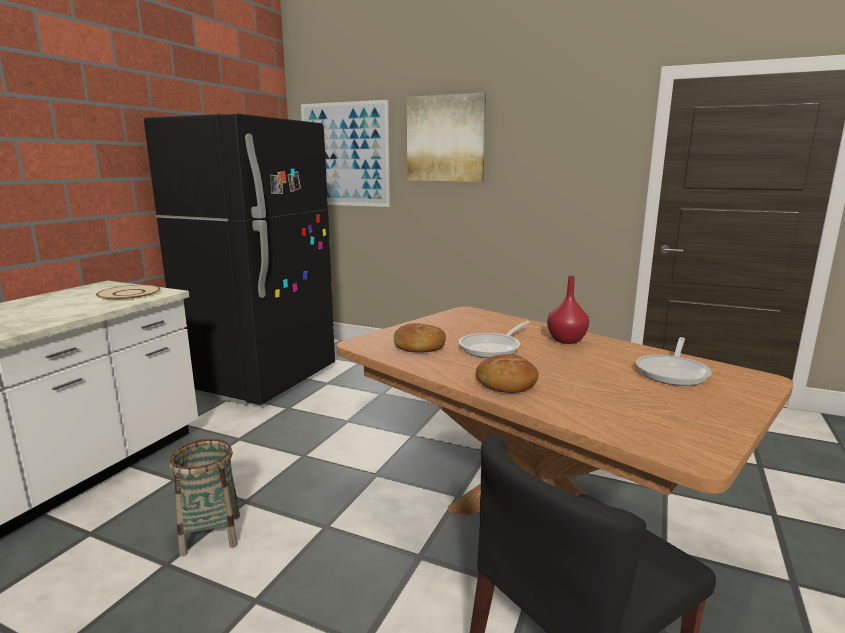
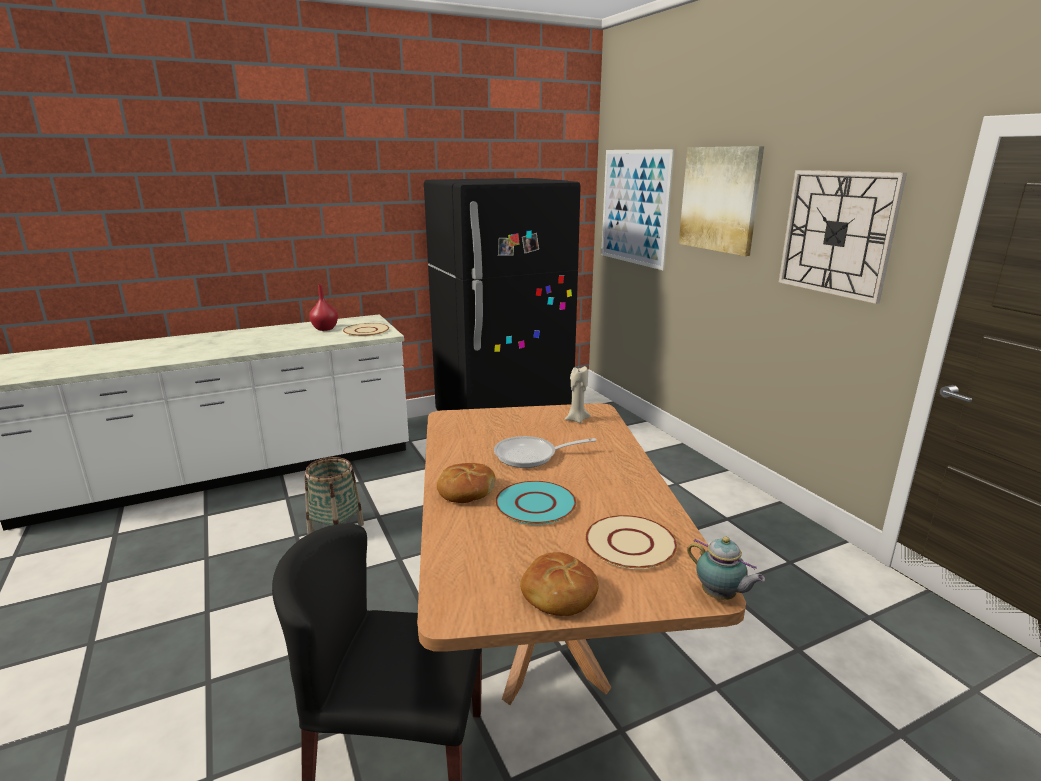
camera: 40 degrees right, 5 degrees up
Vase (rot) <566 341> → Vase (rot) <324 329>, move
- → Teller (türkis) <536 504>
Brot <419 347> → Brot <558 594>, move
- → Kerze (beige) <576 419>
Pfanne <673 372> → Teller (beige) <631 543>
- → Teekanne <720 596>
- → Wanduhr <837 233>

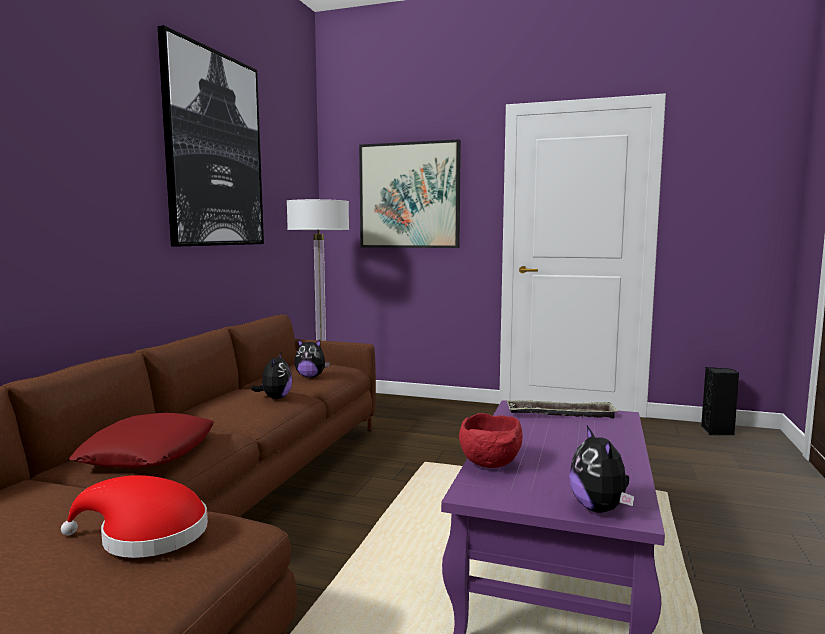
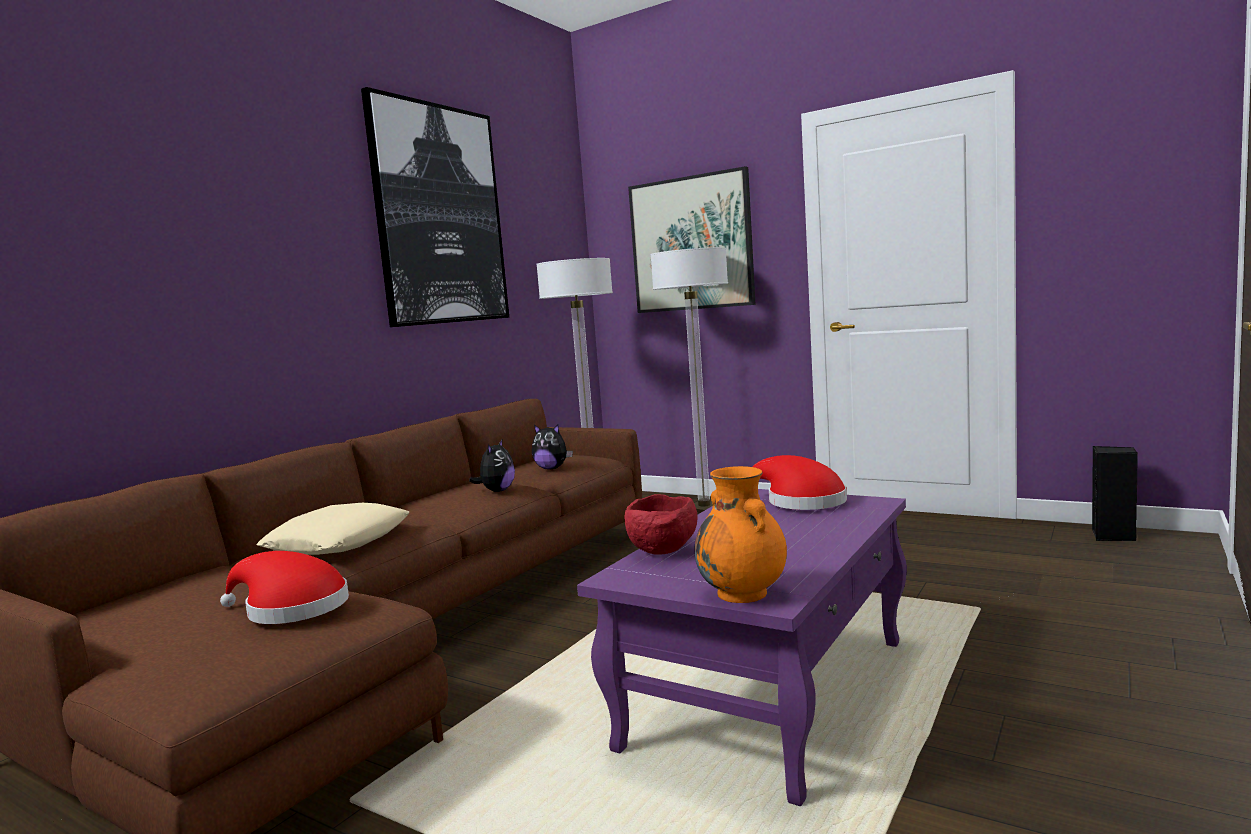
camera: 15 degrees right, 0 degrees up
Kissen (rot) <149 452> → Kissen (beige) <339 541>
- → Stehlampe <704 508>
Plüschtier <600 509> → Vase (orange) <743 594>
Tablett <561 414> → Hut (rot) <800 502>

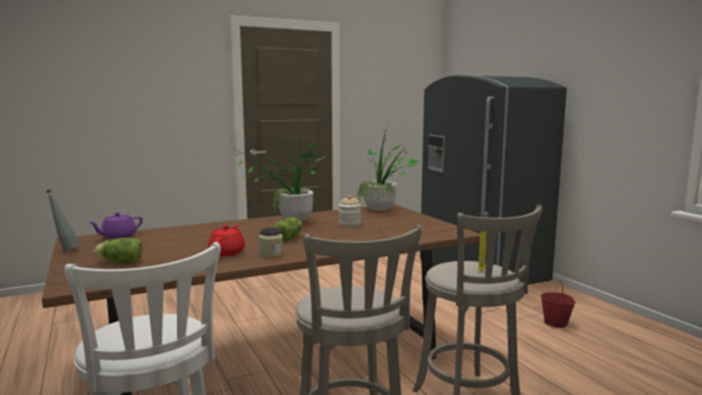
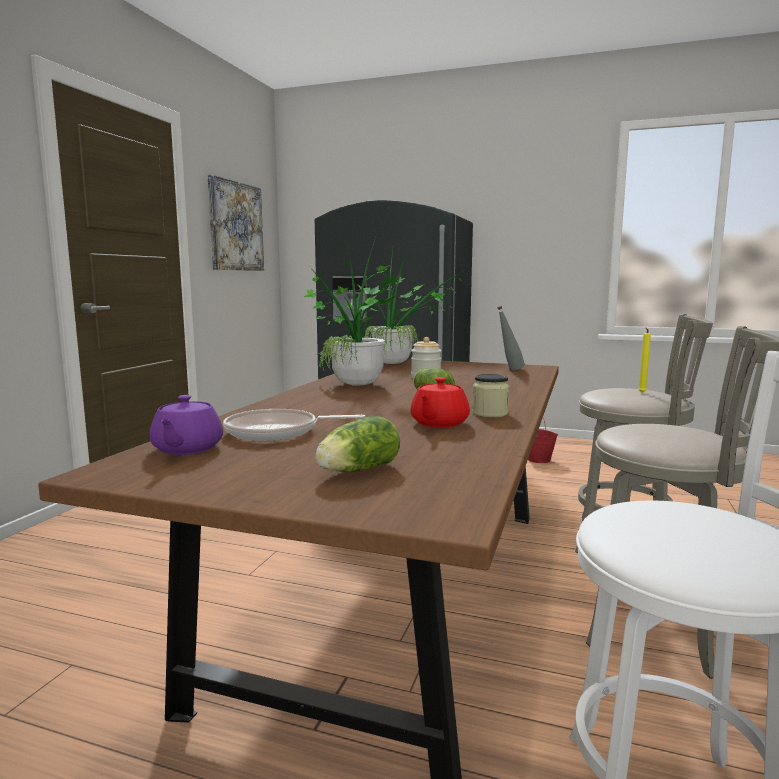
camera: 45 degrees left, 0 degrees up
- → Bild <235 226>
- → Pfanne <277 432>
Teekanne (rot) <227 252> → Teekanne (rot) <438 423>, 120 degrees counterclockwise
Flasche (grau) <65 250> → Flasche (grau) <509 370>, move

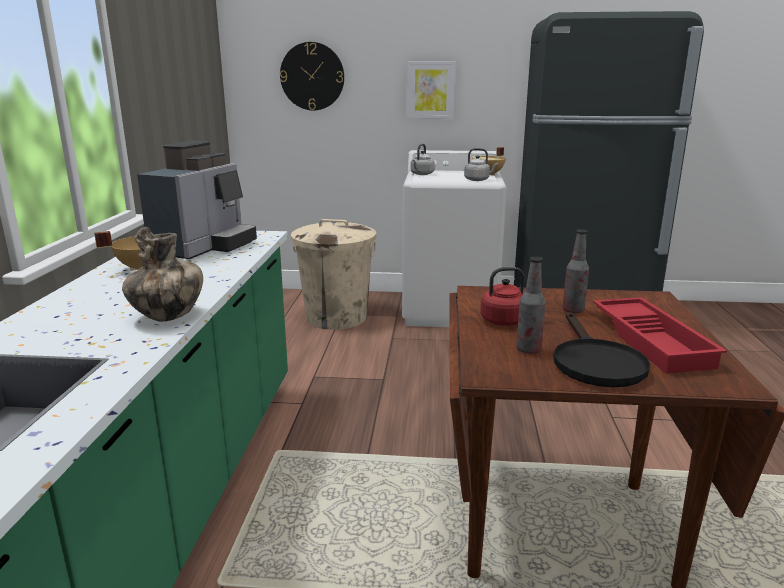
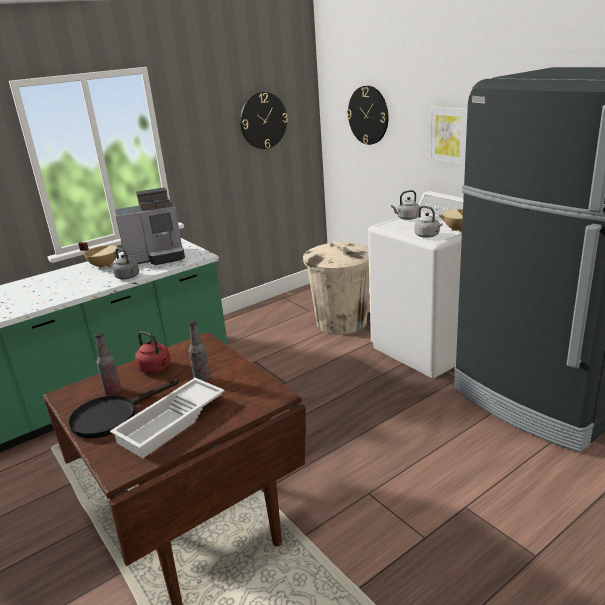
camera: 50 degrees right, 5 degrees up
Tablett (rot) <653 341> → Tablett (weiß) <172 423>
- → Wasserkessel (grau) <128 277>
- → Wanduhr <263 120>
Vase <169 316> → -

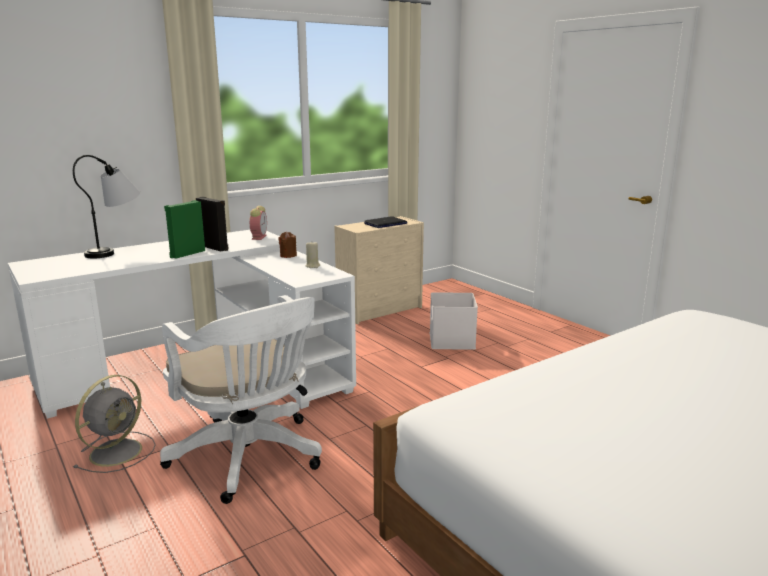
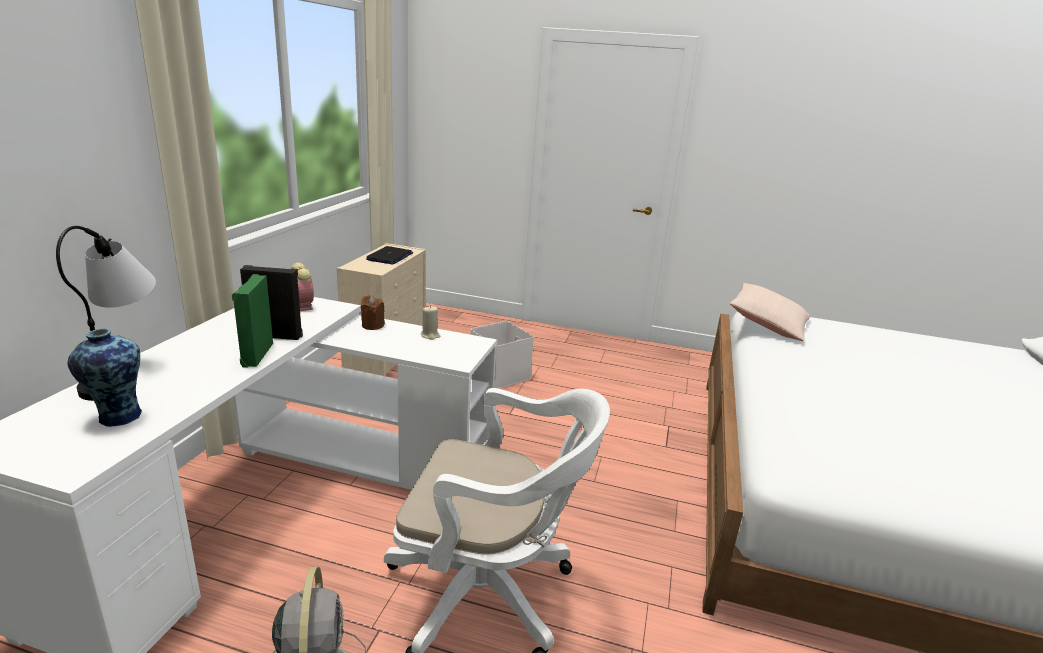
camera: 40 degrees left, 5 degrees up
- → Vase <117 417>
- → Kissen (beige) <767 324>

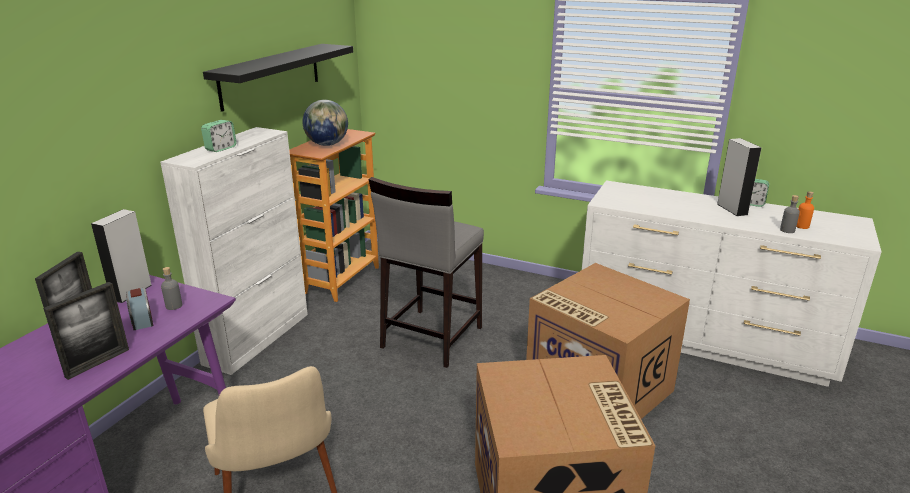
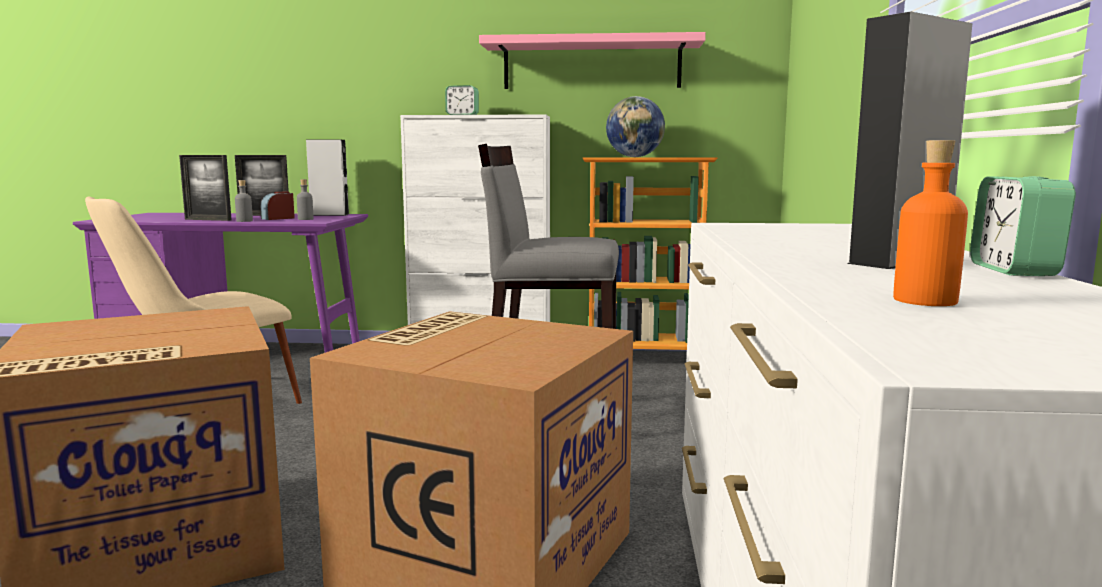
camera: 70 degrees right, 15 degrees down
Flasche (grau) <787 230> → Flasche (grau) <244 221>, move
Wandregal (schwarz) <271 75> → Wandregal (rosa) <592 64>

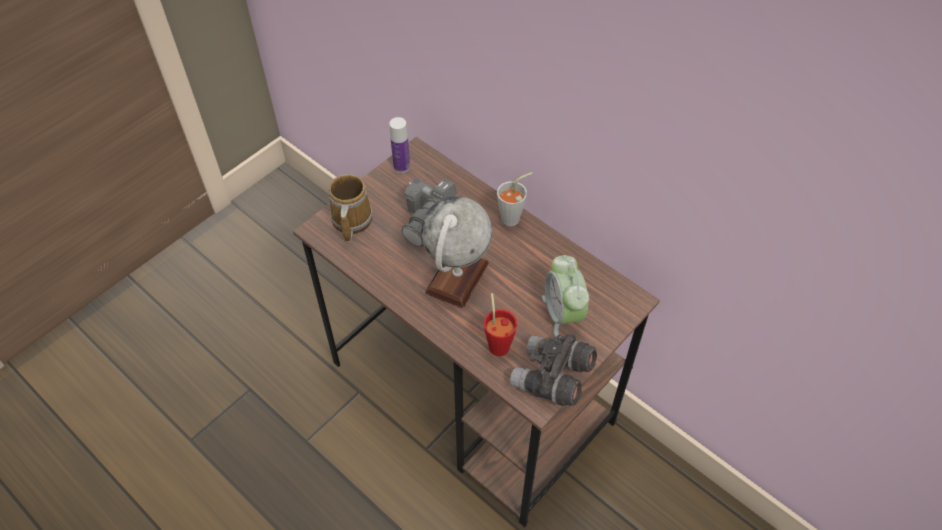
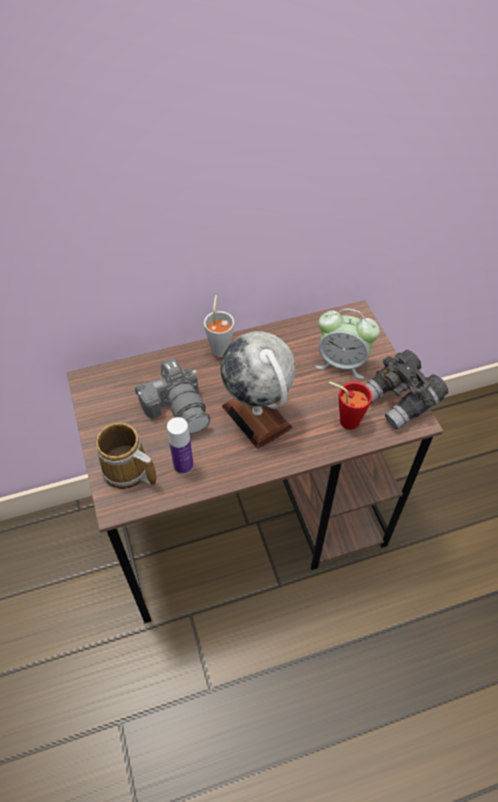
camera: 60 degrees left, 0 degrees up
Flasche <401 166> → Flasche <183 465>, move

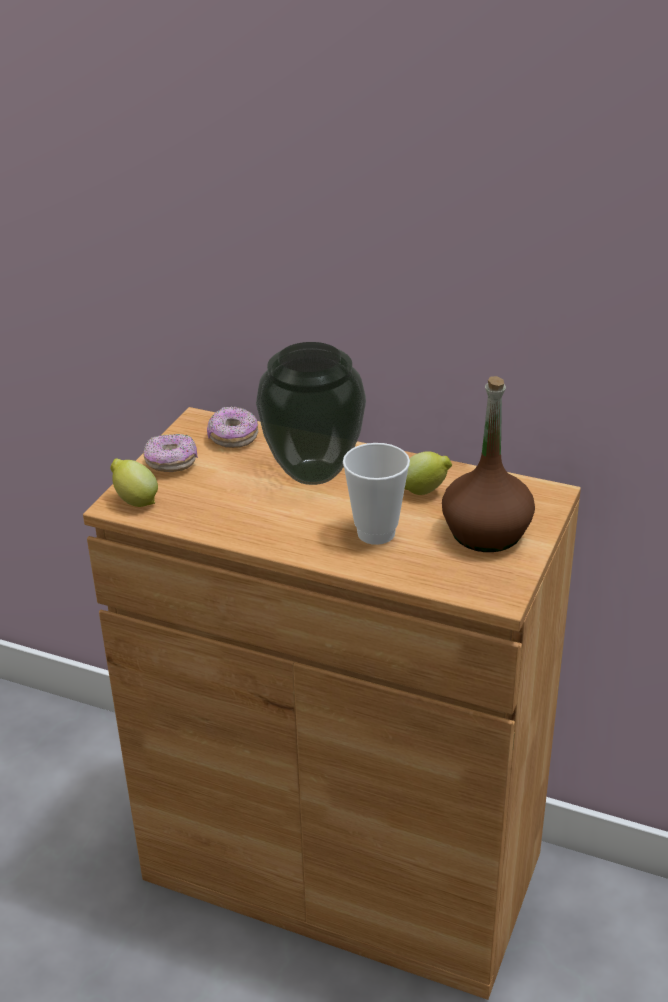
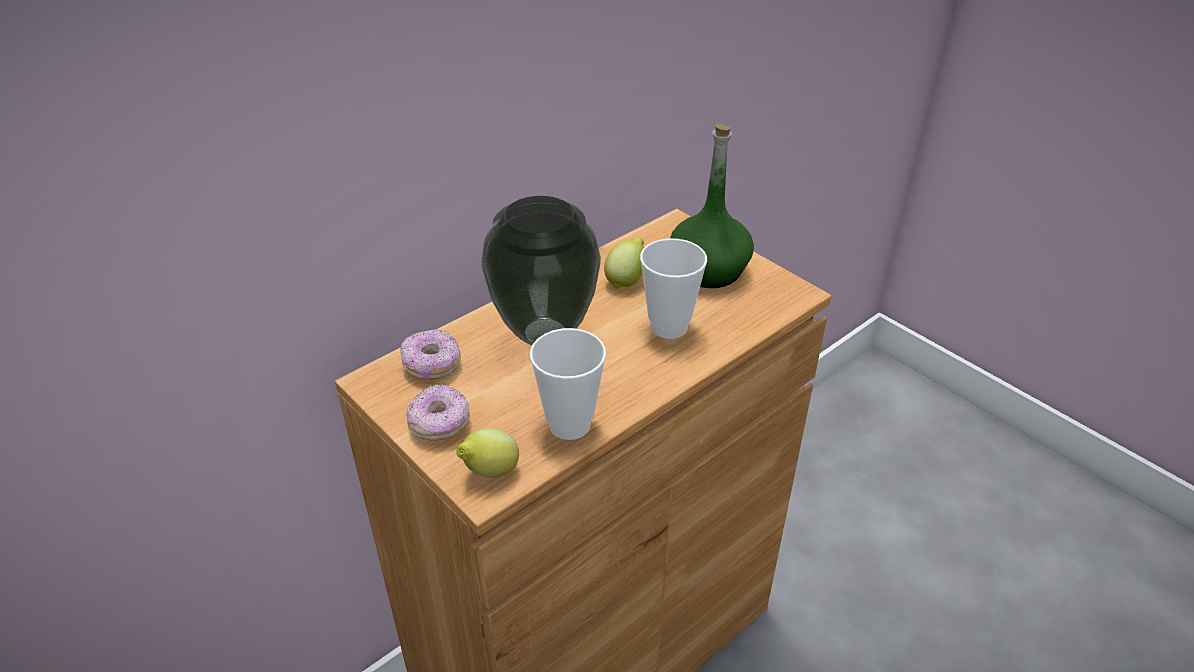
camera: 65 degrees left, 5 degrees up
- → Tasse <569 424>
Flasche (braun) <487 532> → Flasche (grün) <708 270>

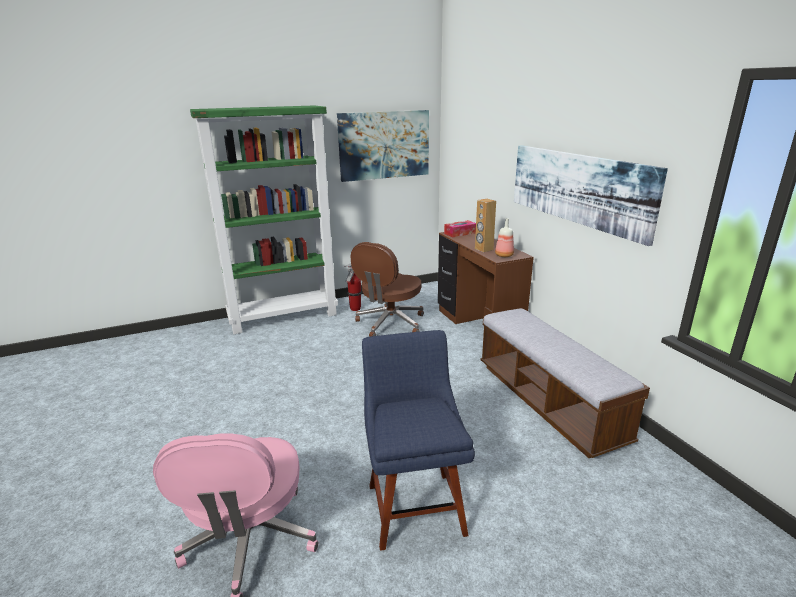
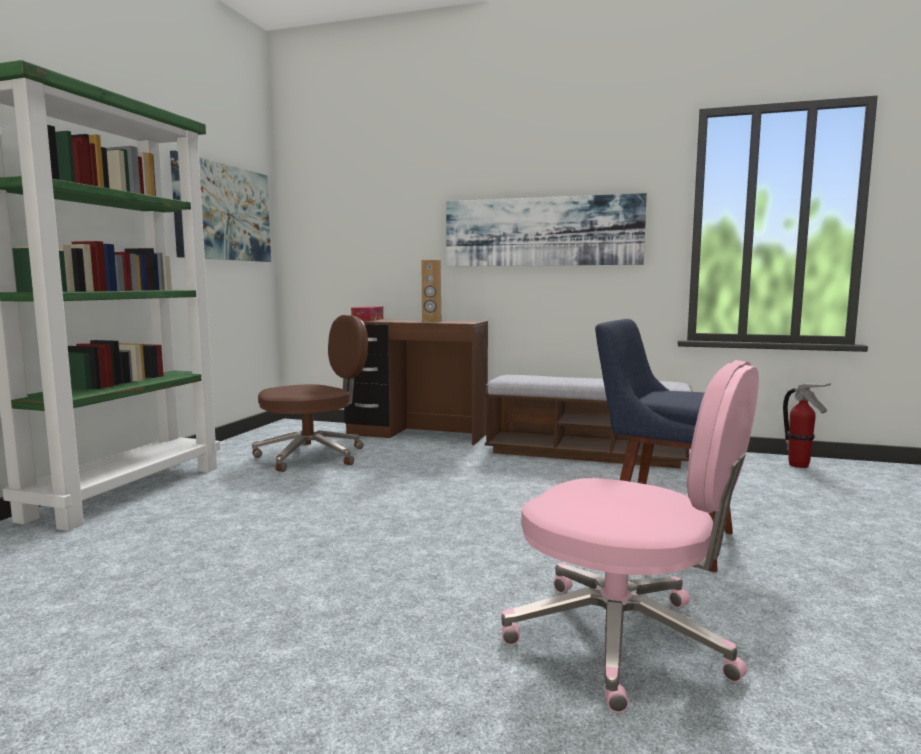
camera: 50 degrees left, 15 degrees down
Bürostuhl (braun) <390 323> → Bürostuhl (braun) <313 456>, 105 degrees counterclockwise
Feuerlöscher <355 309> → Feuerlöscher <799 465>, move
Flasche <503 255> → -

